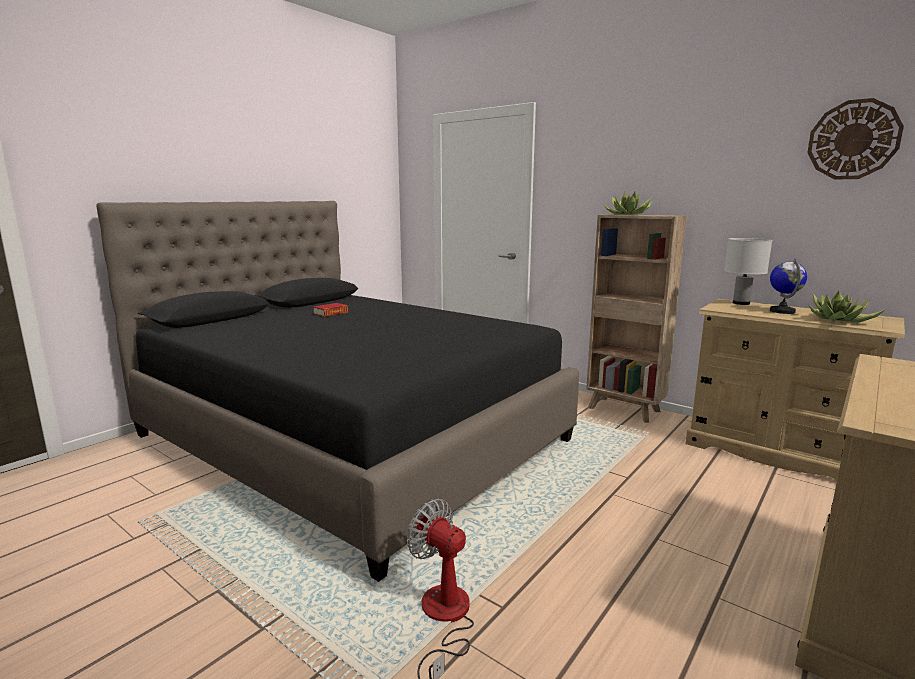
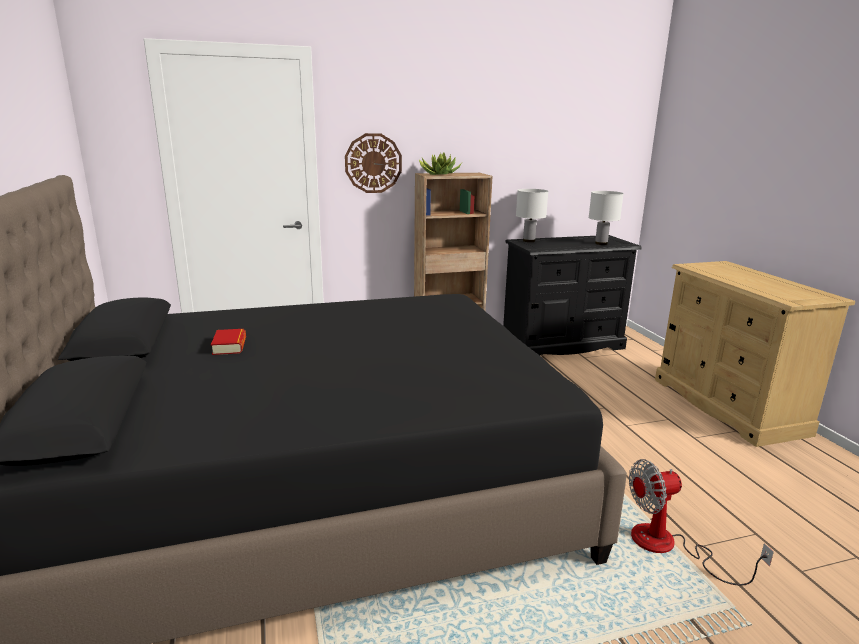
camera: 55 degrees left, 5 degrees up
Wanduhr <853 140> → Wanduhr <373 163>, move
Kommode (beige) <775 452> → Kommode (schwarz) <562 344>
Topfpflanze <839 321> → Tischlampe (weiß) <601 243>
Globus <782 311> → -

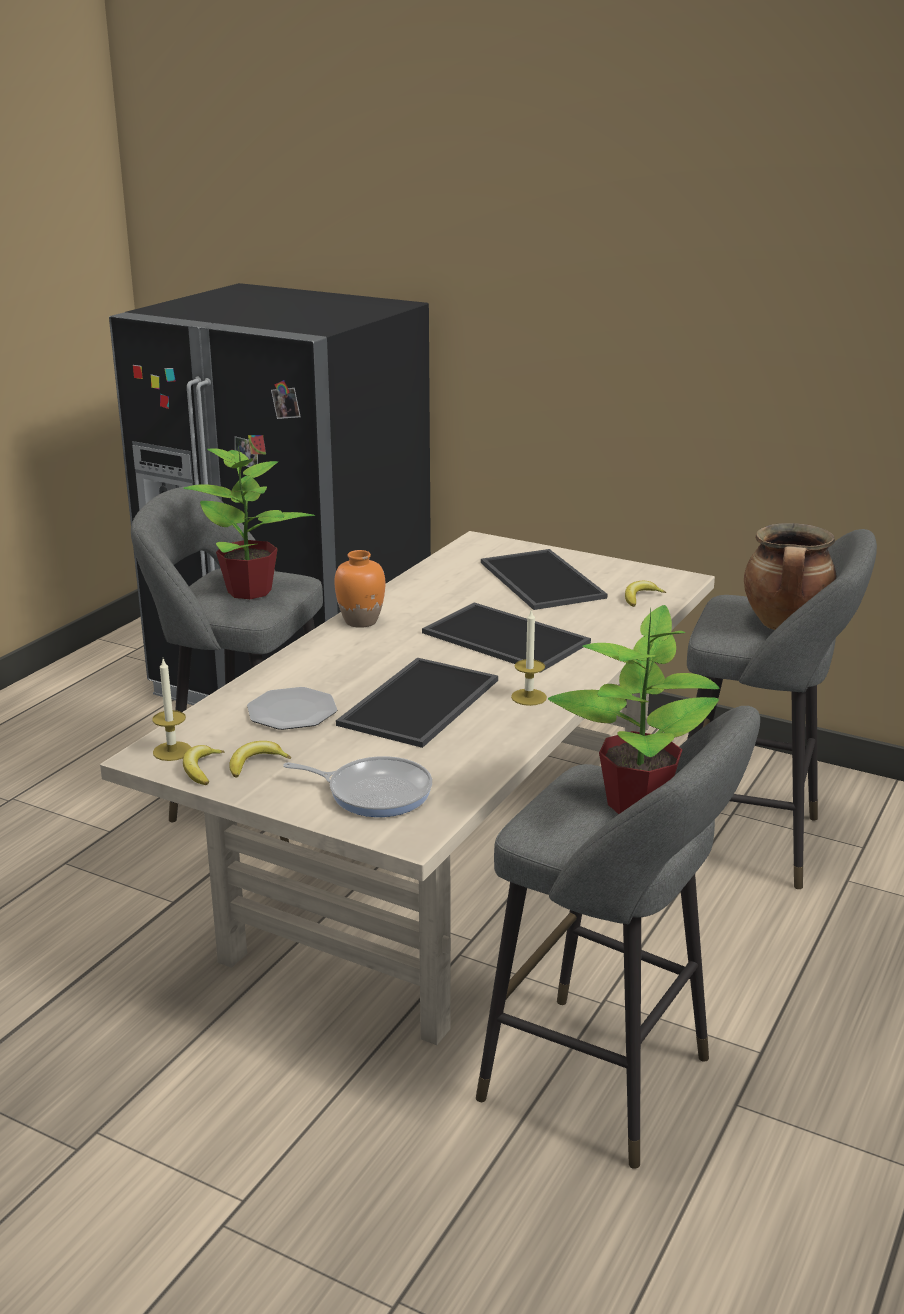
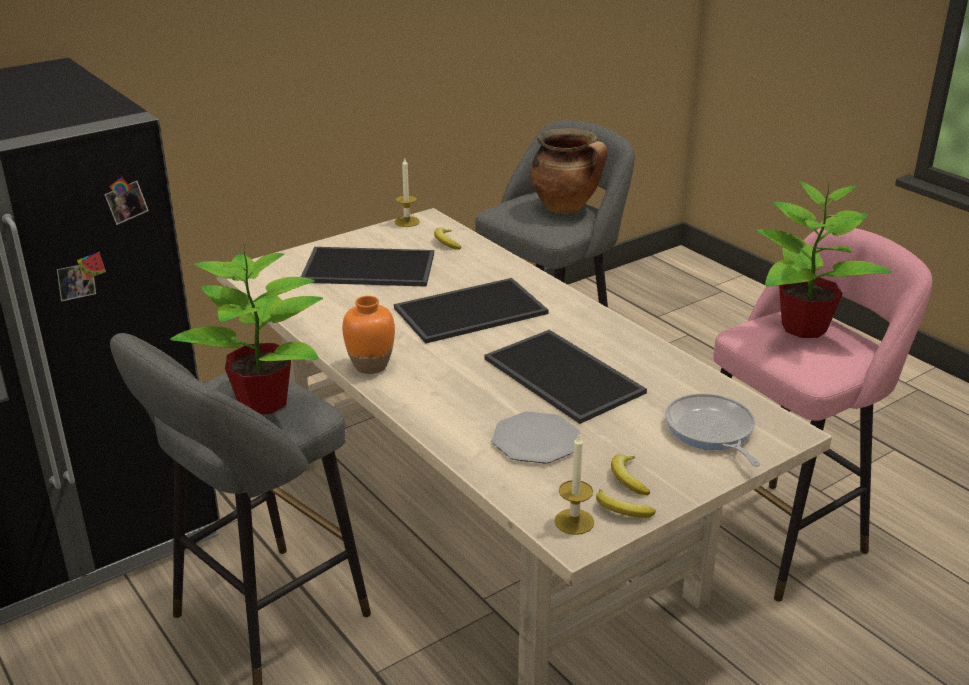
camera: 65 degrees left, 5 degrees up
Kerze <528 697> → Kerze <407 221>, move
Pfanne <374 792> → Pfanne <711 431>, 60 degrees counterclockwise
Hocker (grau) <608 1083> → Hocker (rosa) <782 535>

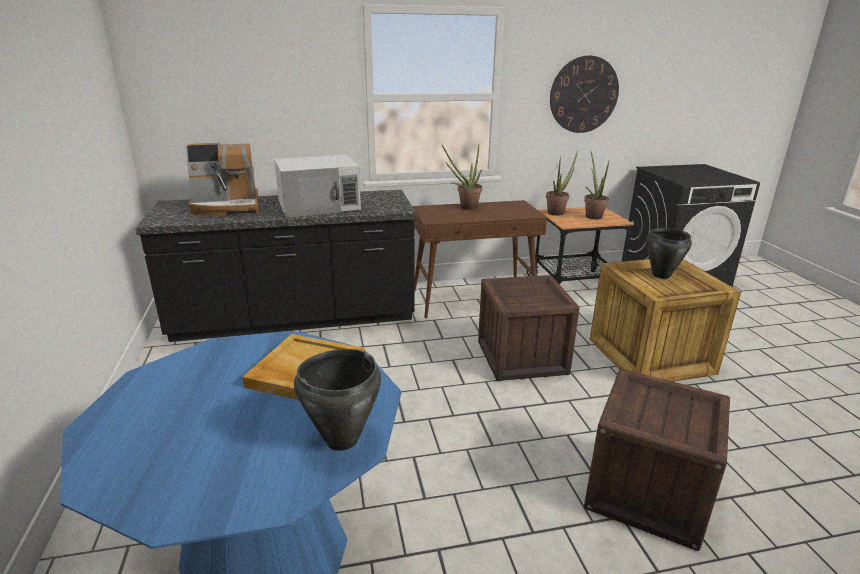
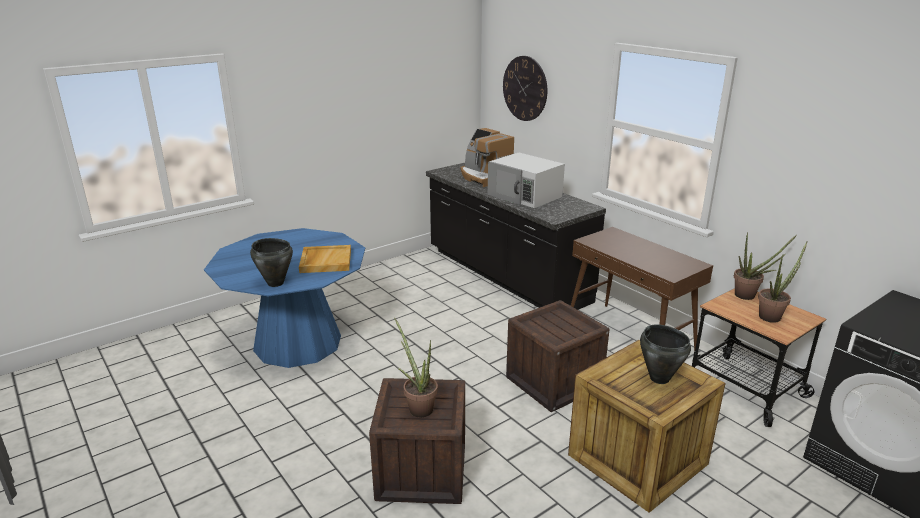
camera: 65 degrees right, 0 degrees up
Topfpflanze <465 207> → Topfpflanze <418 407>, move
Wanduhr <584 95> → Wanduhr <525 88>, move

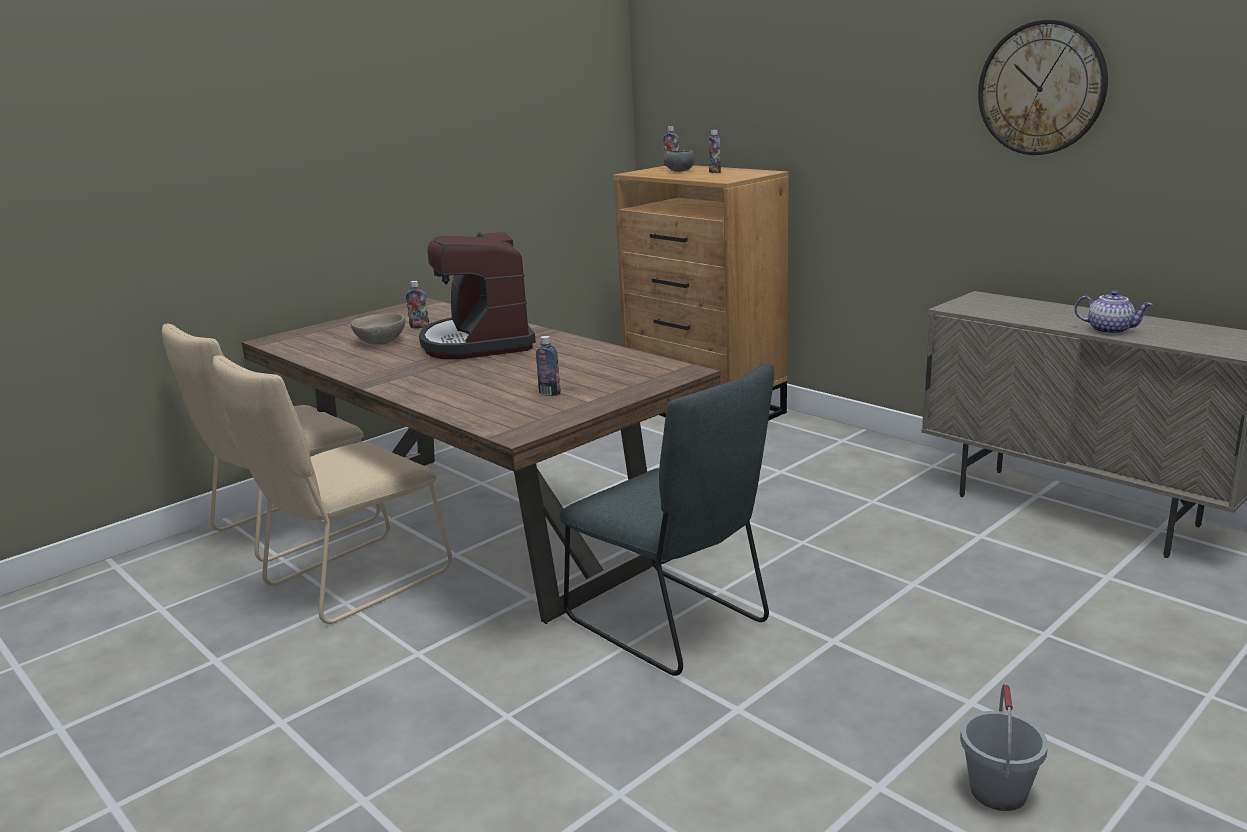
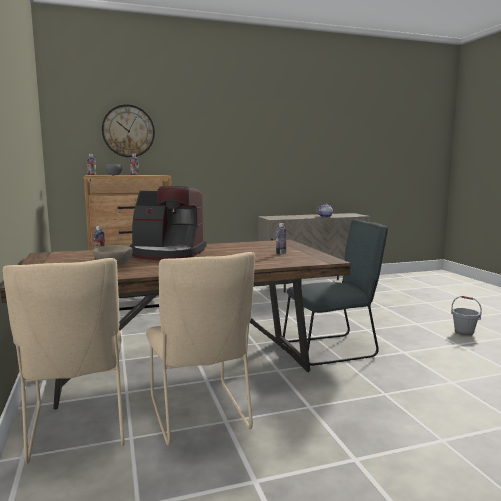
camera: 65 degrees left, 10 degrees down
Wanduhr <1041 88> → Wanduhr <128 131>, move

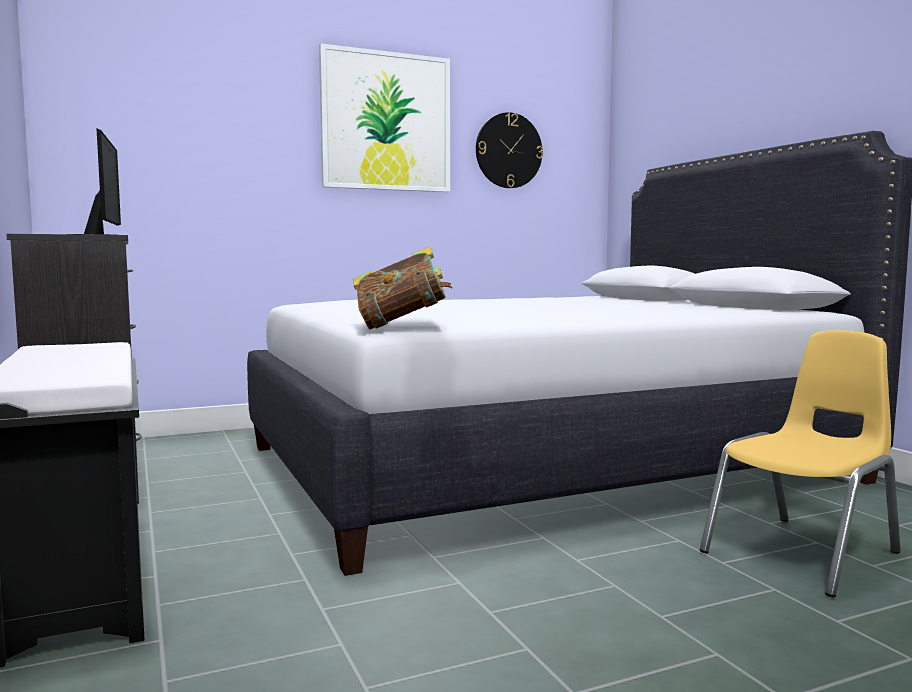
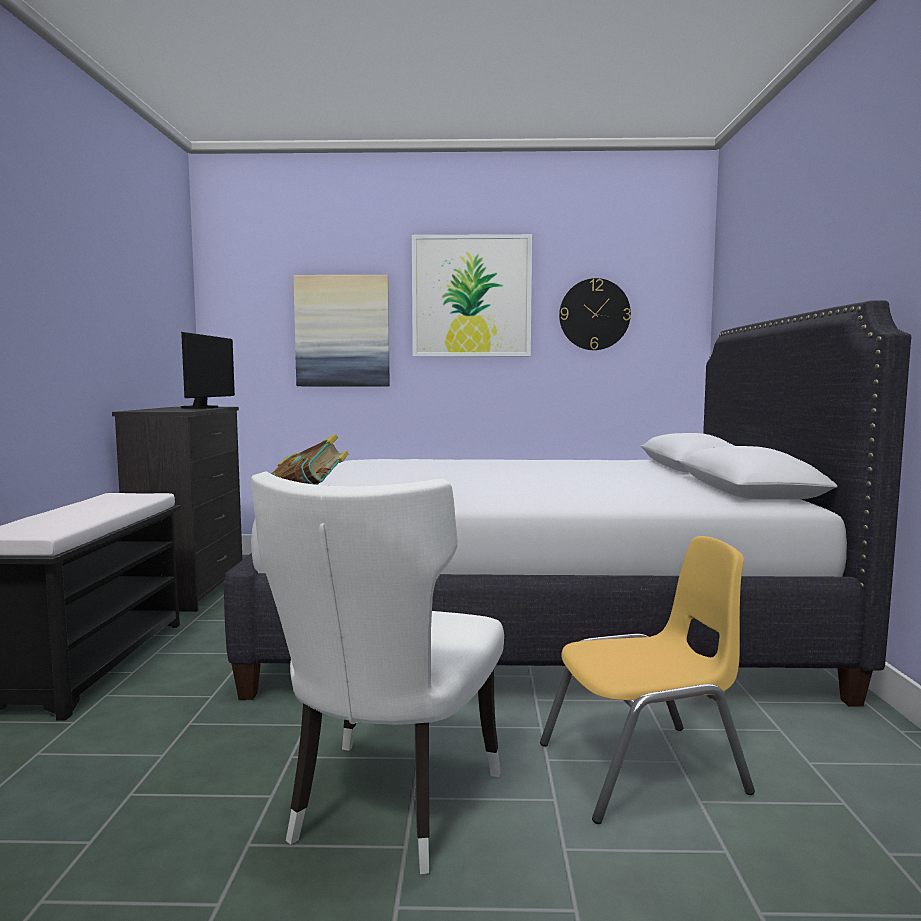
camera: 25 degrees right, 0 degrees up
- → Stuhl (weiß) <387 808>
- → Bild <342 331>

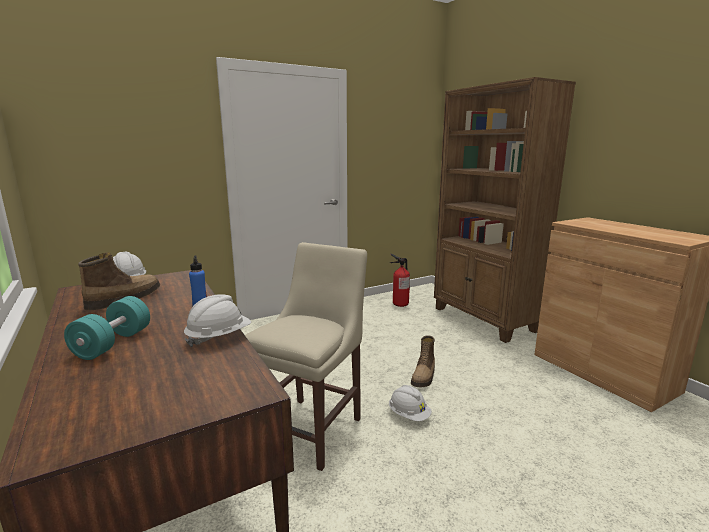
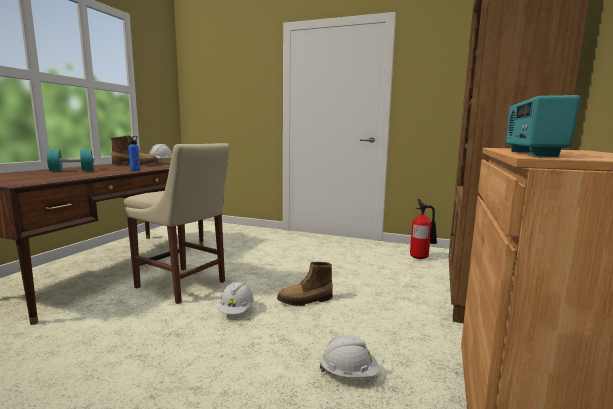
camera: 50 degrees right, 5 degrees down
Stuhl (beige) <313 428> → Stuhl (beige) <183 285>, 45 degrees clockwise
Schutzhelm (weiß) <219 337> → Schutzhelm (weiß) <349 373>, move
- → Radio <530 154>

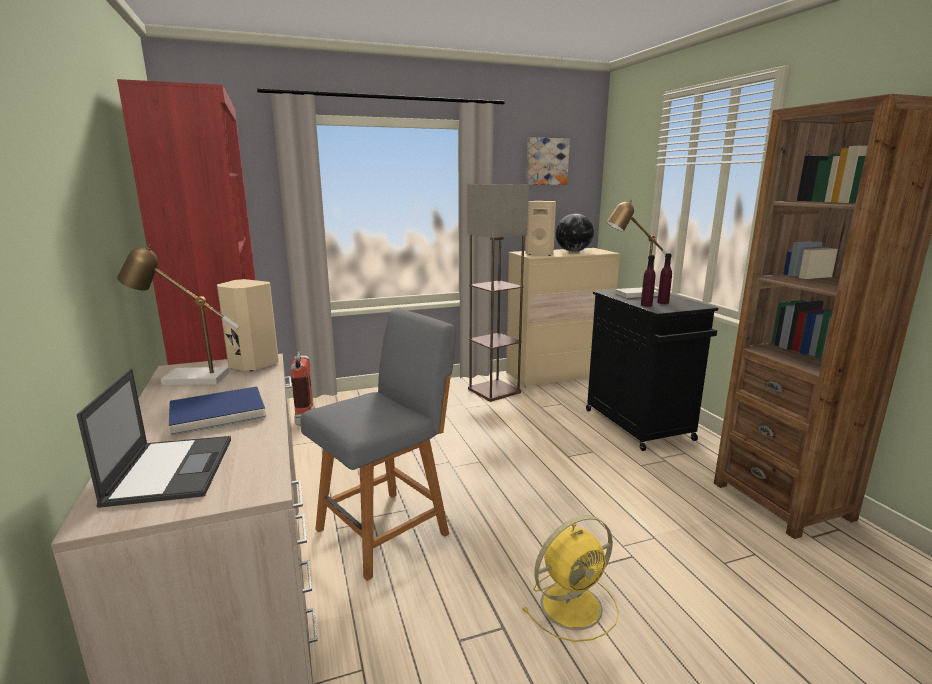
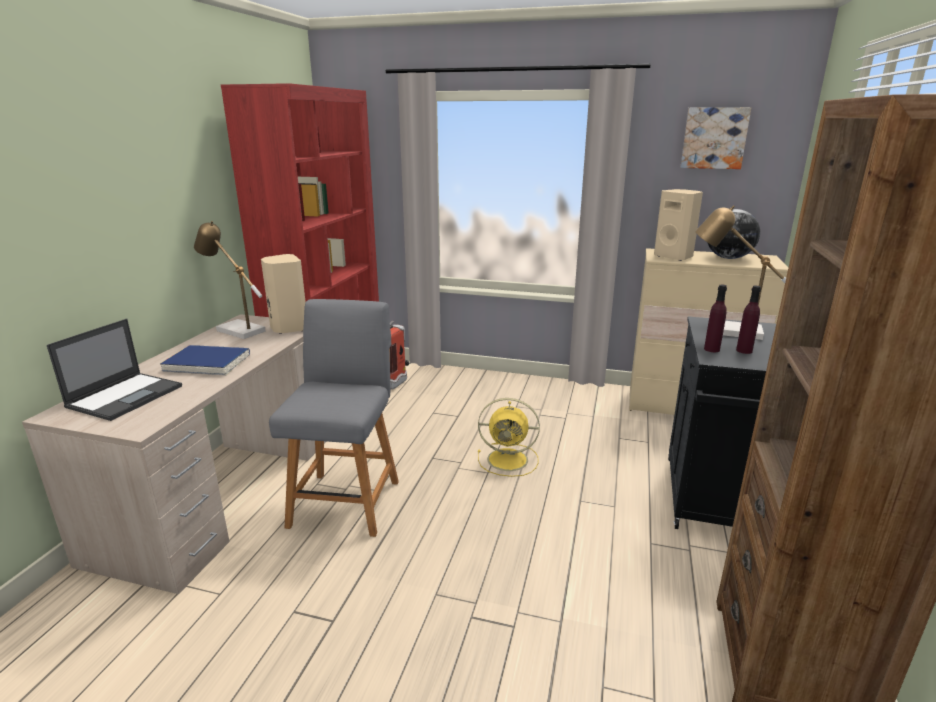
camera: 35 degrees right, 5 degrees up
Stuhl (grau) <386 529> → Stuhl (grau) <346 500>, 75 degrees counterclockwise
Ventilator (gelb) <573 604> → Ventilator (gelb) <509 460>, move
Stehlampe <494 391> → -

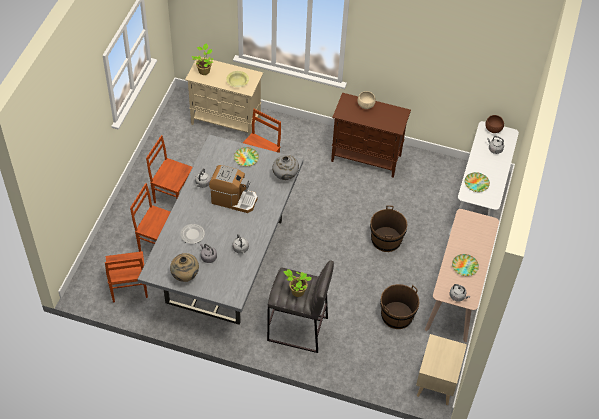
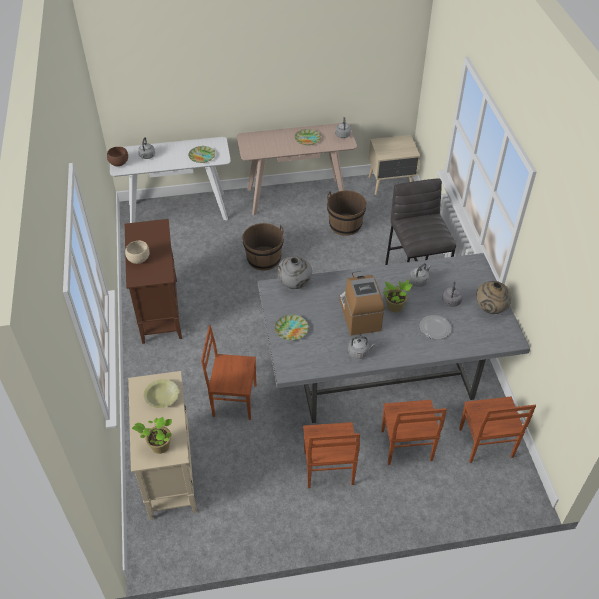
camera: 115 degrees left, 5 degrees down
Topfpflanze <296 291> → Topfpflanze <395 308>, move
Stuhl (braun) <128 288> → Stuhl (braun) <485 444>, 120 degrees clockwise

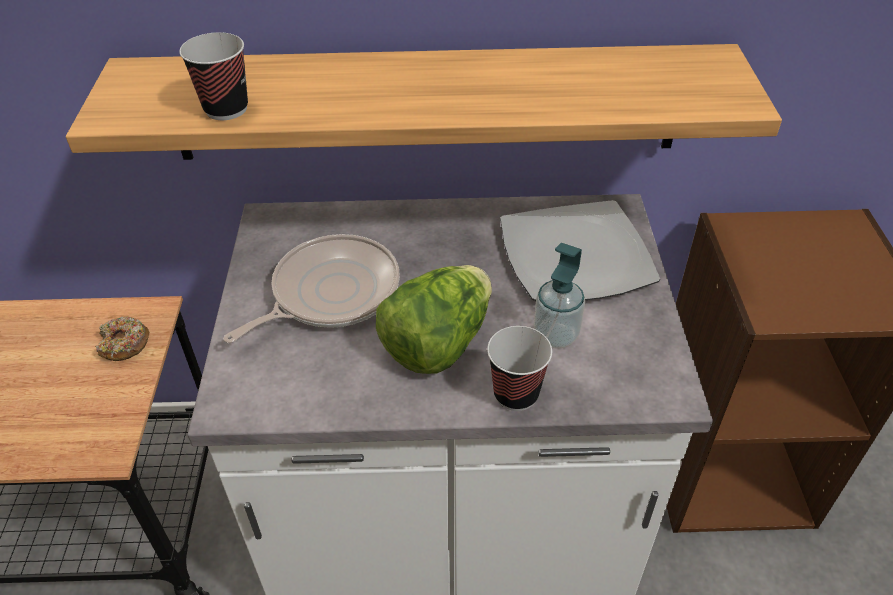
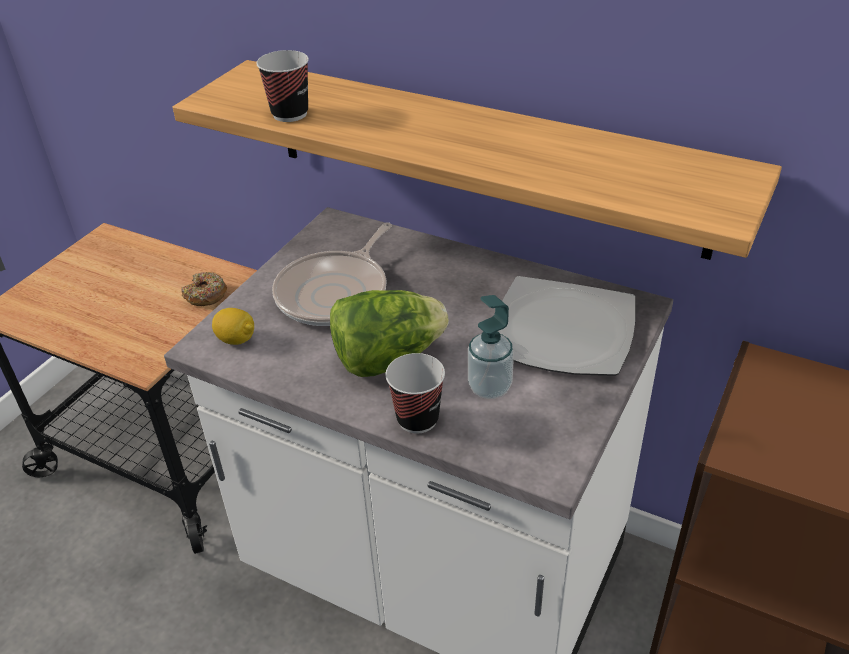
camera: 30 degrees right, 5 degrees down
- → Zitrone <236 339>
Pfanne <330 293> → Pfanne <336 293>, 135 degrees clockwise

